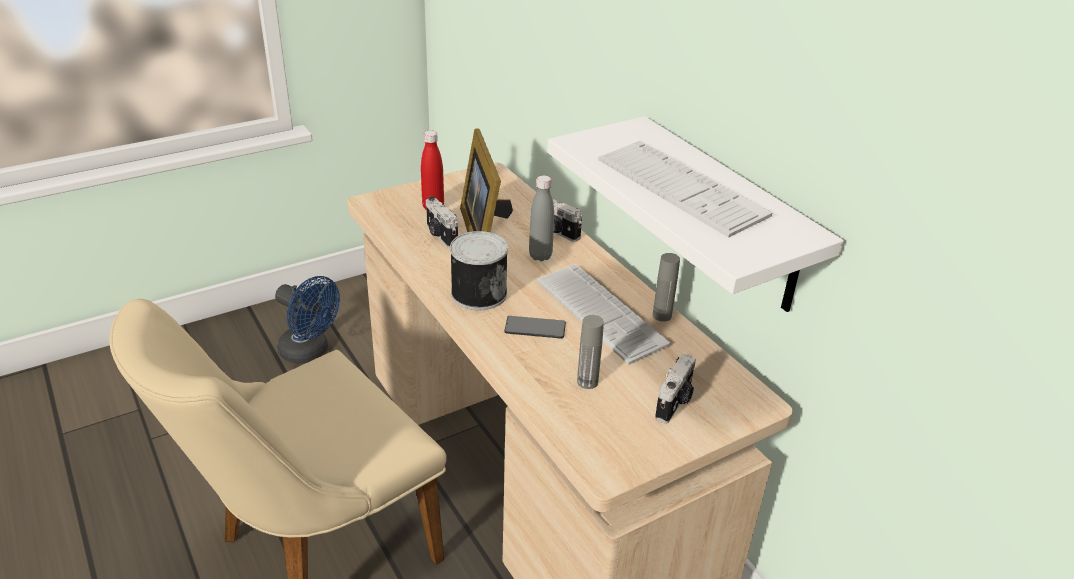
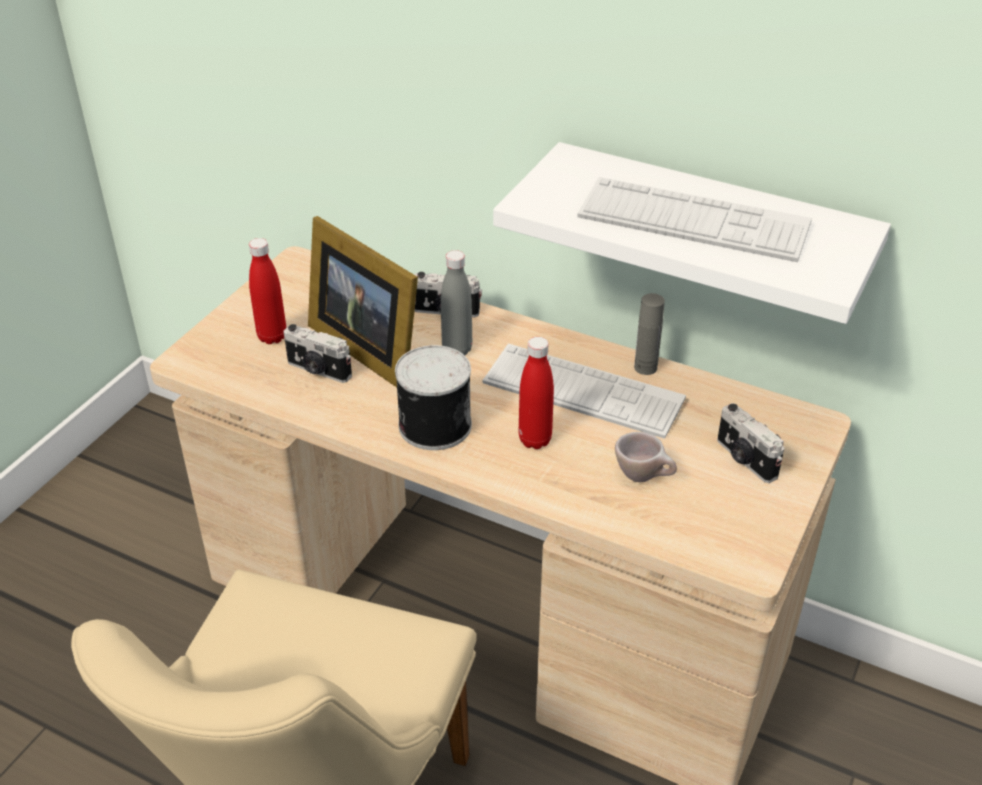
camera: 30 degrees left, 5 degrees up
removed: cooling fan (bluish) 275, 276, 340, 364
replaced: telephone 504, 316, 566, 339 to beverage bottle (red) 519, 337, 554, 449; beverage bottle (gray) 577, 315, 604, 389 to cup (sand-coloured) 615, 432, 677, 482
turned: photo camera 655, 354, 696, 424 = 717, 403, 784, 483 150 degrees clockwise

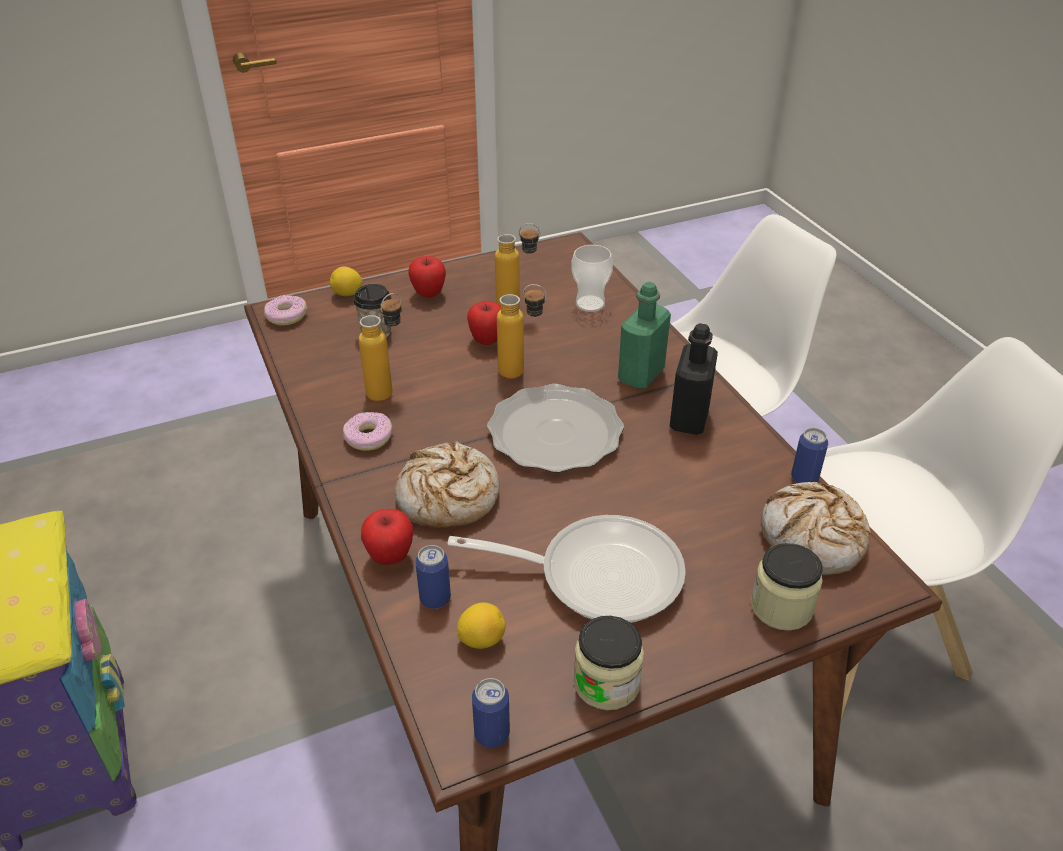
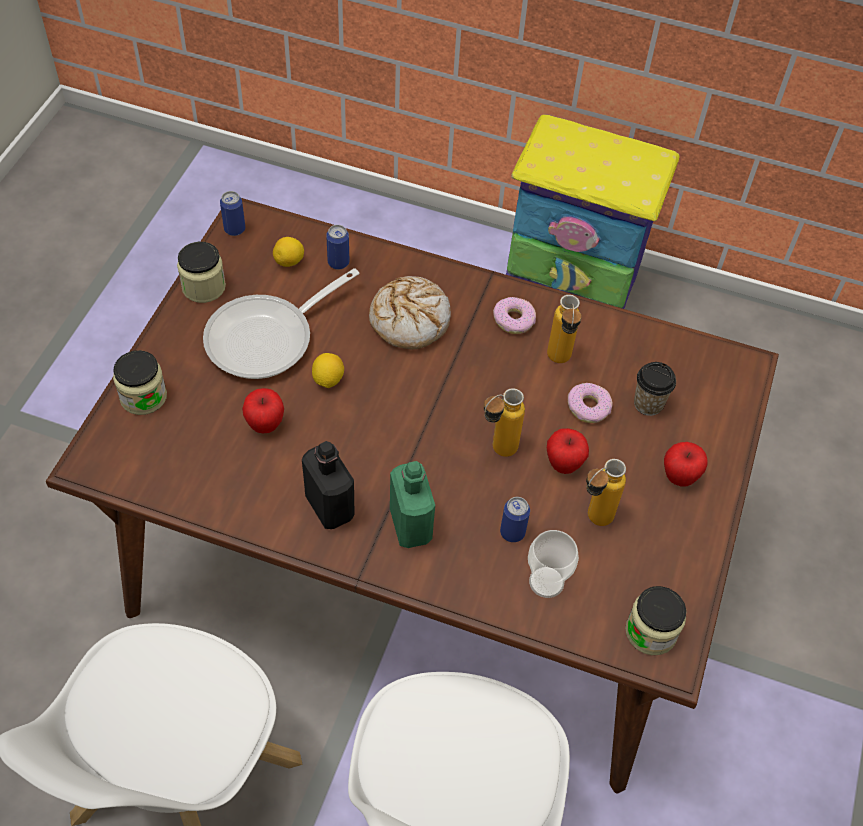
camera: 130 degrees right, 15 degrees up
removed: flat dish 487, 384, 624, 472; baked bread 761, 482, 871, 575
added: jar 625, 586, 686, 655
moved: doughnut 264, 295, 307, 326 to 568, 383, 613, 423; citrus fruit 330, 266, 363, 296 to 312, 353, 344, 388; apple fruit 361, 509, 413, 565 to 242, 388, 284, 433; sealed can 791, 428, 828, 483 to 500, 497, 530, 542

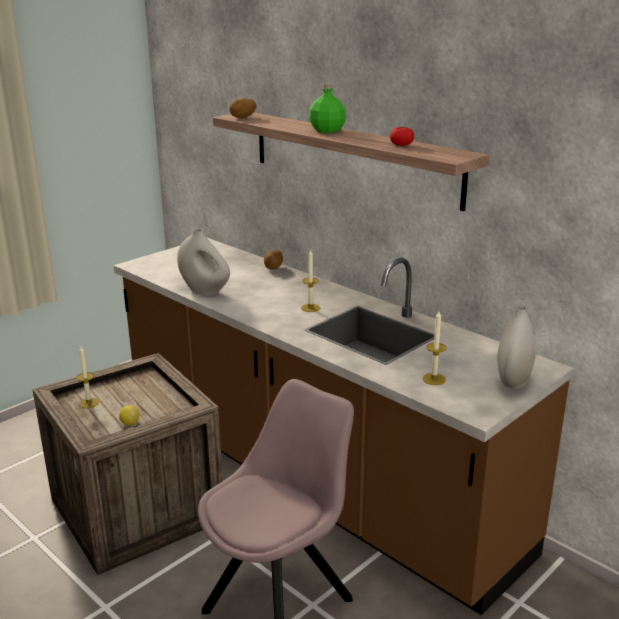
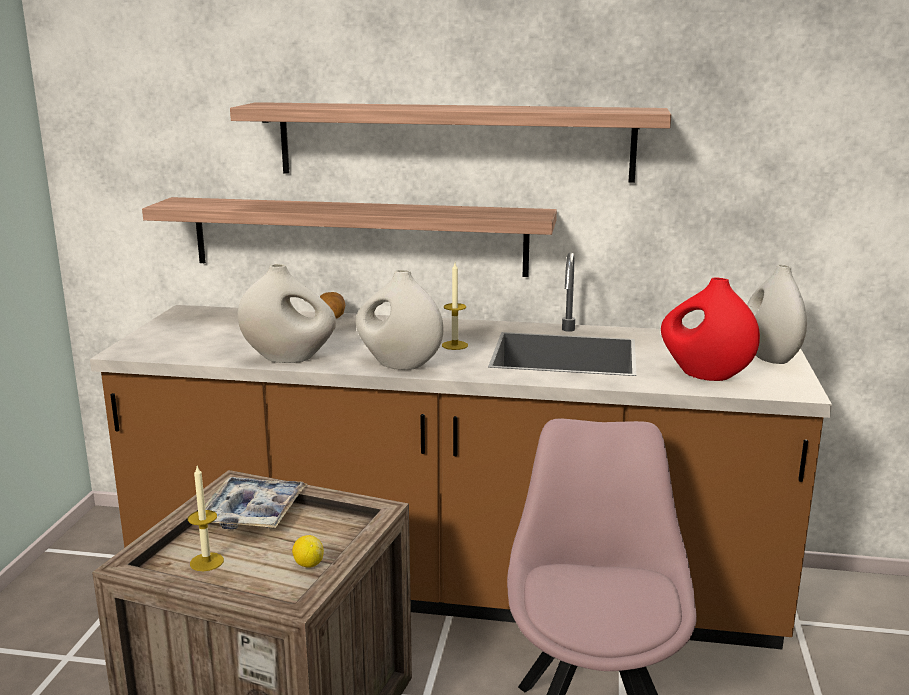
camera: 35 degrees left, 5 degrees down
removed: spud 229, 98, 256, 118; beverage bottle (greenish) 309, 83, 346, 133; whole tomato 390, 126, 414, 146
added: shelf 142, 197, 557, 277; serving tray 205, 477, 307, 529; flower vase (white) 356, 270, 443, 370
replaced: wax light 422, 311, 447, 385 to flower vase (red) 661, 277, 760, 381

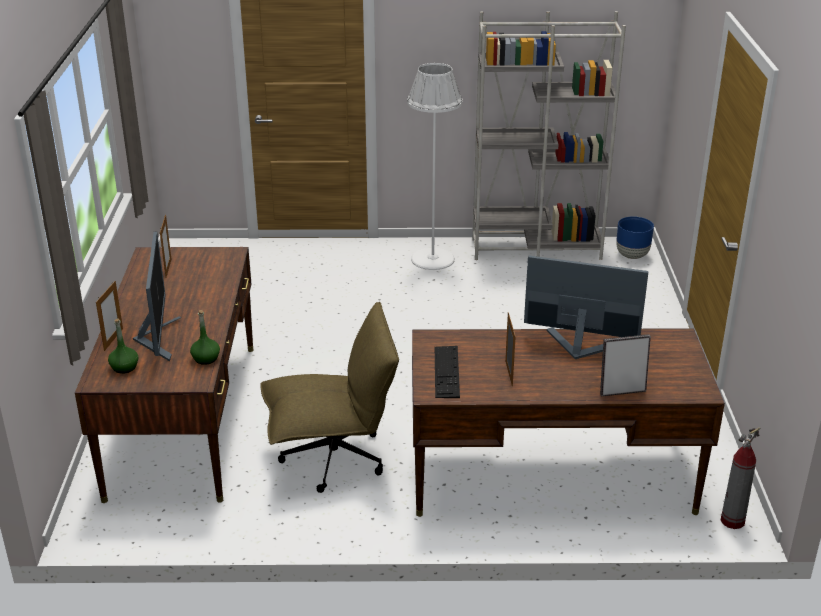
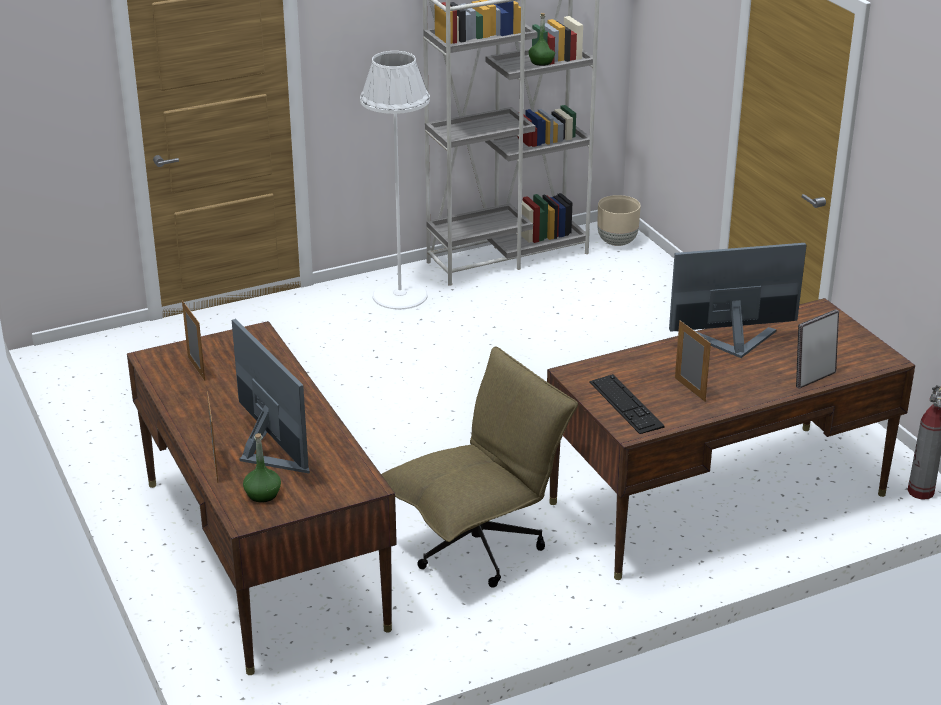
camera: 25 degrees left, 0 degrees up
moved: beverage bottle (greenish) 190, 310, 220, 365 to 529, 13, 555, 66
recoloured: flower pot (bluish) 616, 216, 654, 259 to flower pot (sand-coloured) 597, 195, 641, 246

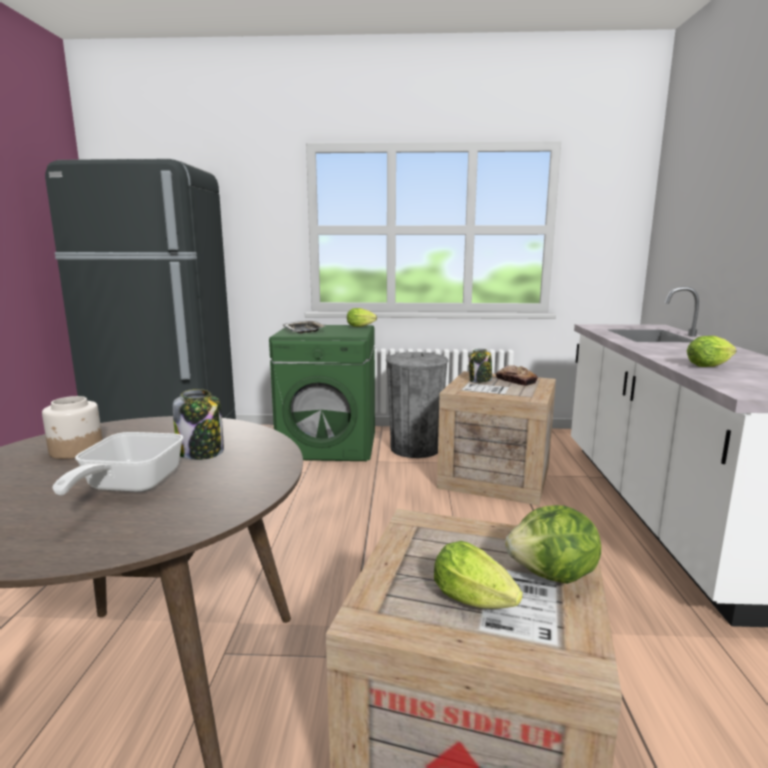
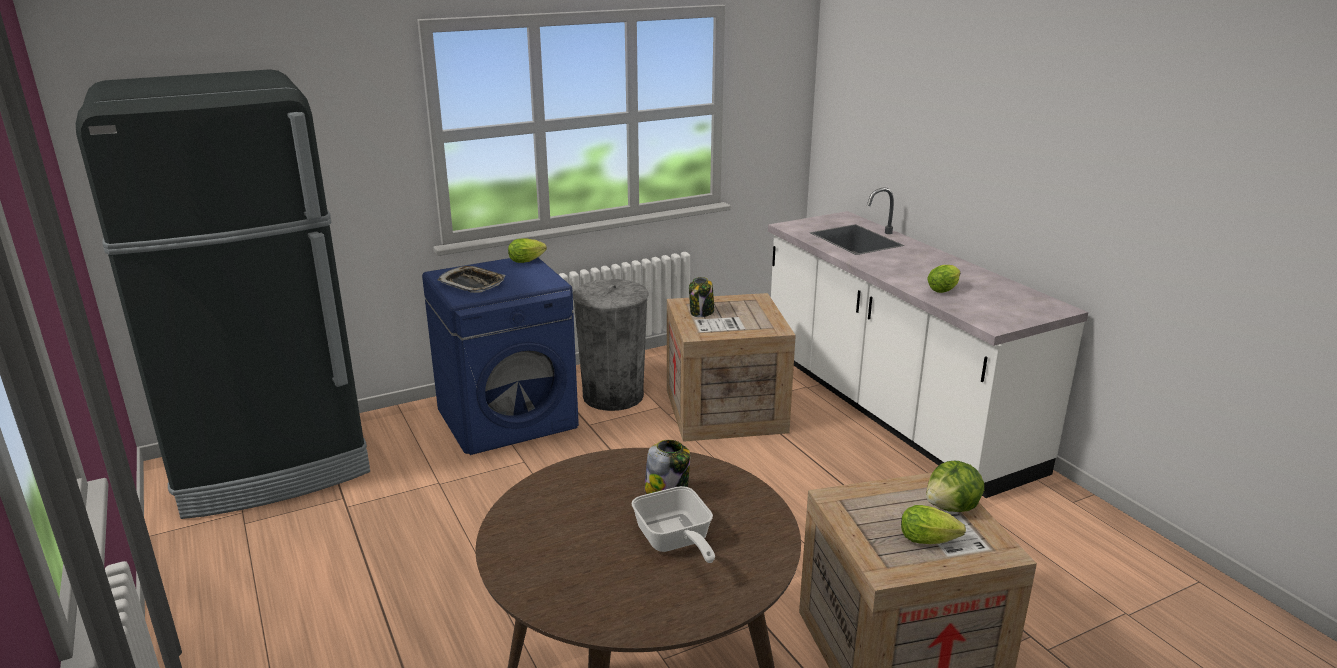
camera: 30 degrees left, 10 degrees up
removed: jar 42, 396, 103, 459; baked bread 496, 365, 538, 386
recoloured: washing machine (greenish) 269, 325, 375, 461 to washing machine (bluish) 422, 258, 579, 455

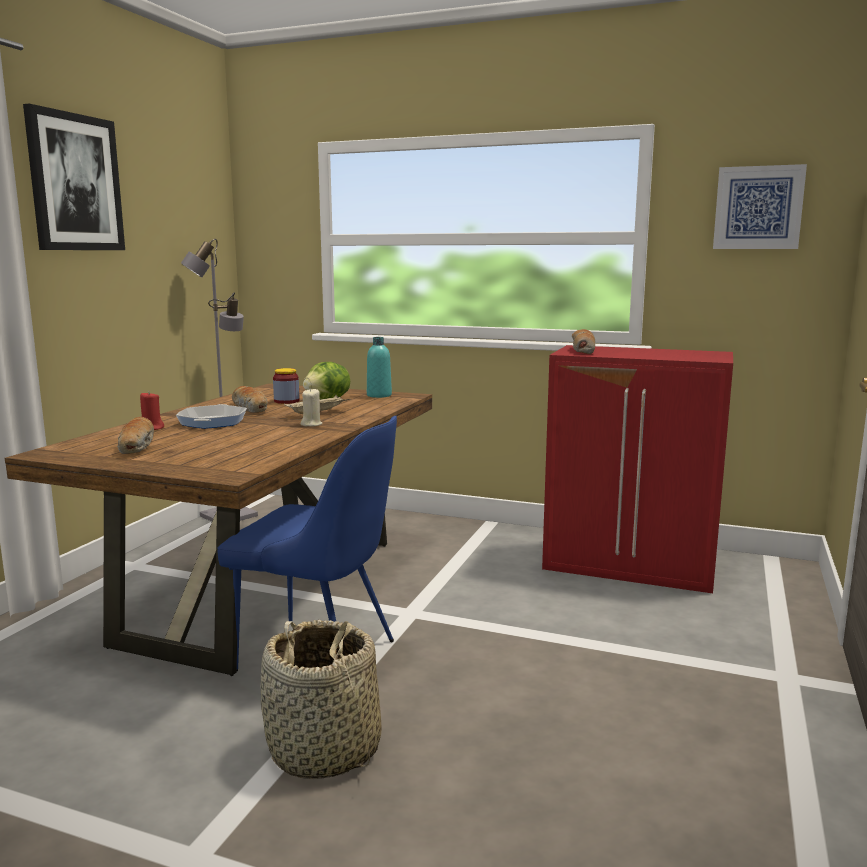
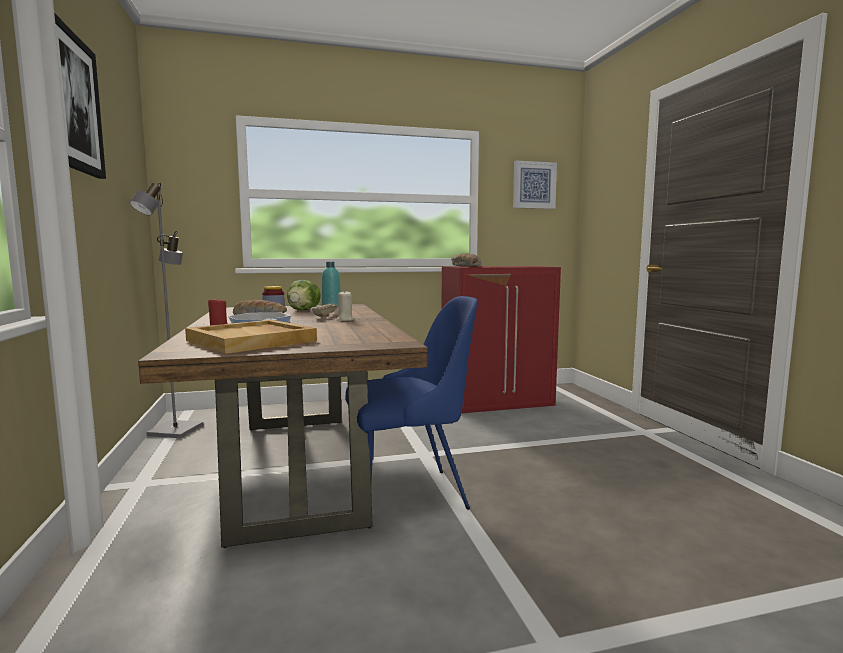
camera: 35 degrees left, 5 degrees down
removed: storage basket 260, 620, 382, 779
replaced: baked bread 117, 417, 154, 454 to serving tray (sand-coloured) 185, 320, 317, 354

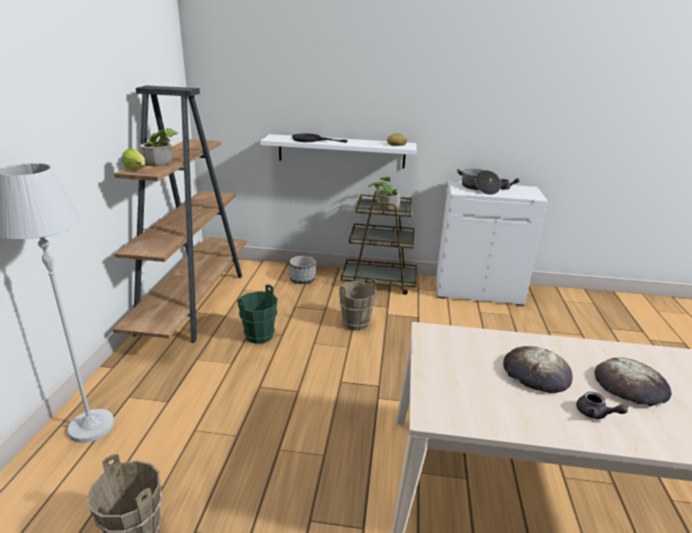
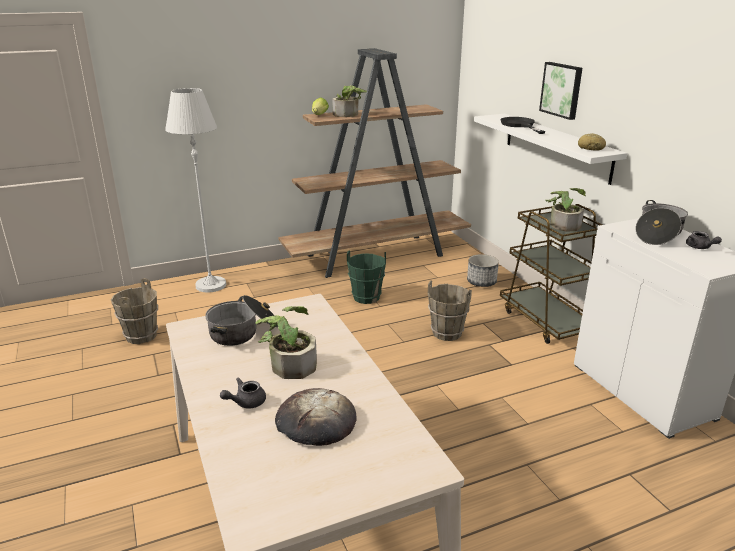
camera: 60 degrees right, 0 degrees up
added: saucepot 205, 295, 278, 346; picture 539, 62, 582, 120
replaced: baked bread 503, 346, 573, 393 to potted plant 255, 306, 317, 379
turned: teapot (gray) 576, 392, 628, 419 = 220, 378, 266, 408 45 degrees clockwise

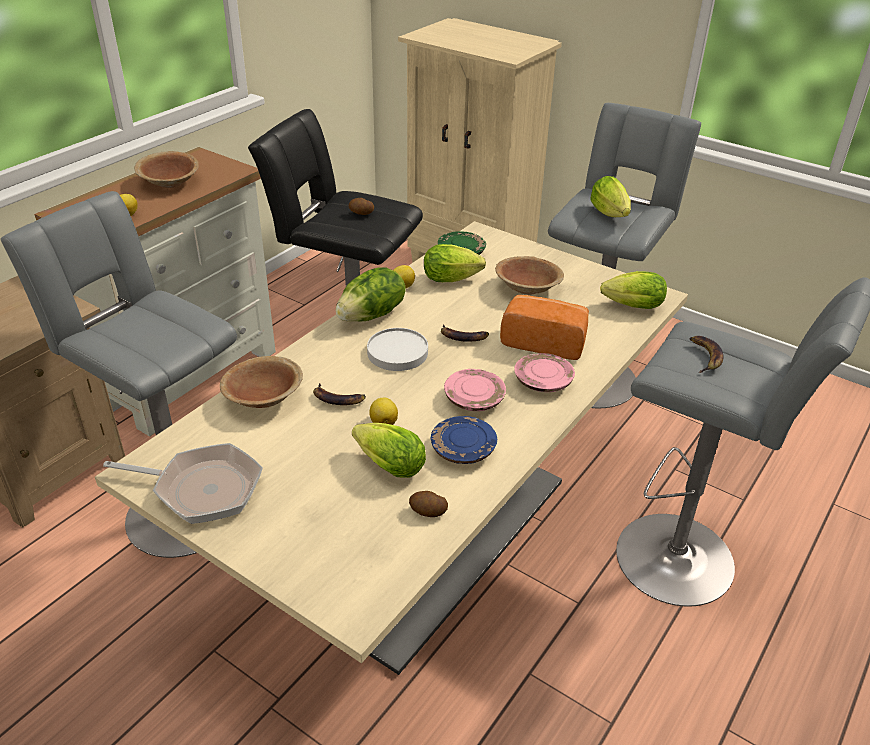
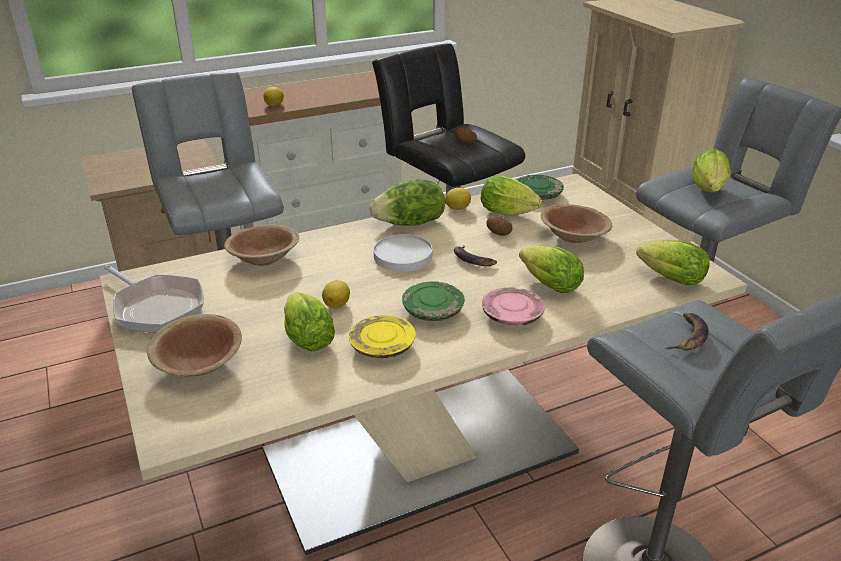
camera: 30 degrees right, 5 degrees down
removed: whole banana 313, 383, 366, 405
moved: bowl (brown) 134, 151, 199, 188 to 147, 314, 242, 377; spud 409, 491, 448, 517 to 486, 215, 513, 236
replaced: baked bread 500, 295, 589, 360 to lettuce head 519, 245, 584, 293
recoloured: flat dish (bluish) 431, 416, 497, 464 to flat dish (yellow-coloured) 349, 315, 416, 359; flat dish (pinkish) 444, 369, 506, 411 to flat dish (greenish) 402, 281, 465, 321

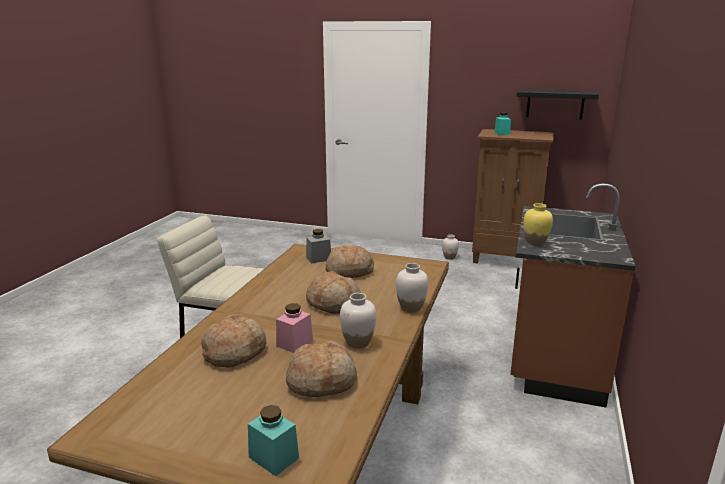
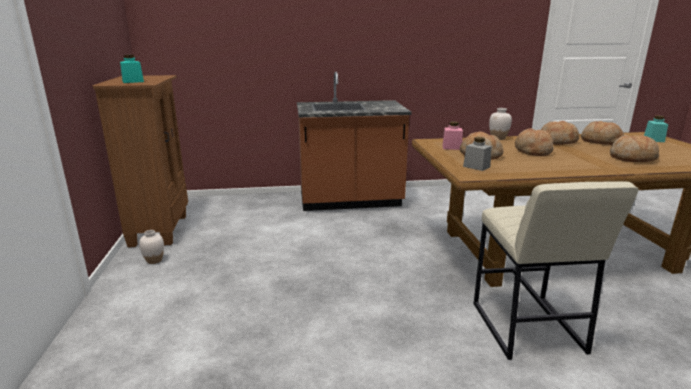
camera: 115 degrees left, 0 degrees up
removed: shelf (black) 517, 89, 599, 120; flower vase (yellow-coloured) 524, 203, 553, 246
moved: jar (pinkish) 276, 303, 313, 353 to 442, 121, 463, 150
replaced: flower vase (white) 340, 293, 376, 349 to baked bread 541, 121, 579, 145

